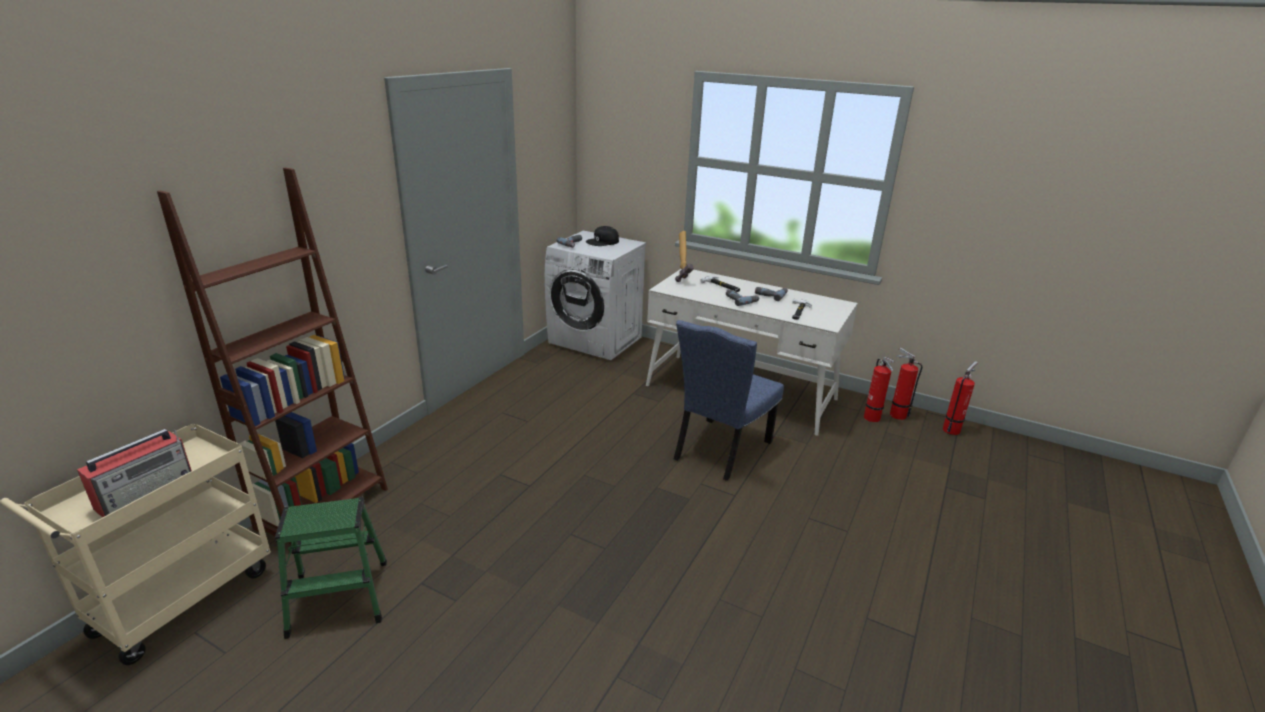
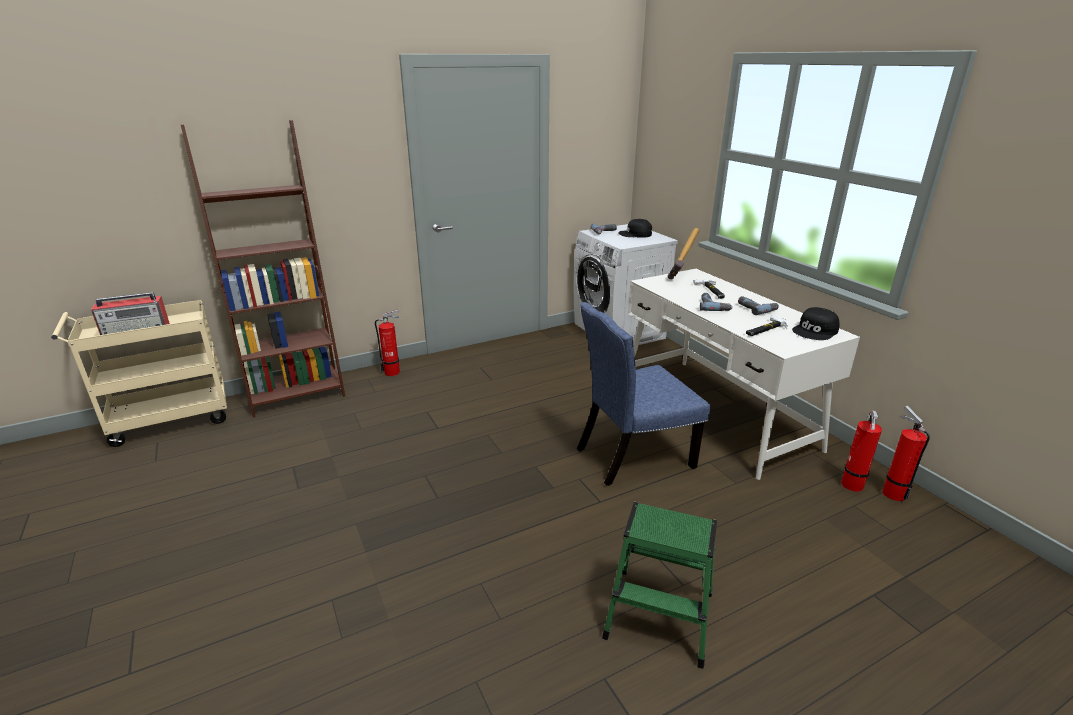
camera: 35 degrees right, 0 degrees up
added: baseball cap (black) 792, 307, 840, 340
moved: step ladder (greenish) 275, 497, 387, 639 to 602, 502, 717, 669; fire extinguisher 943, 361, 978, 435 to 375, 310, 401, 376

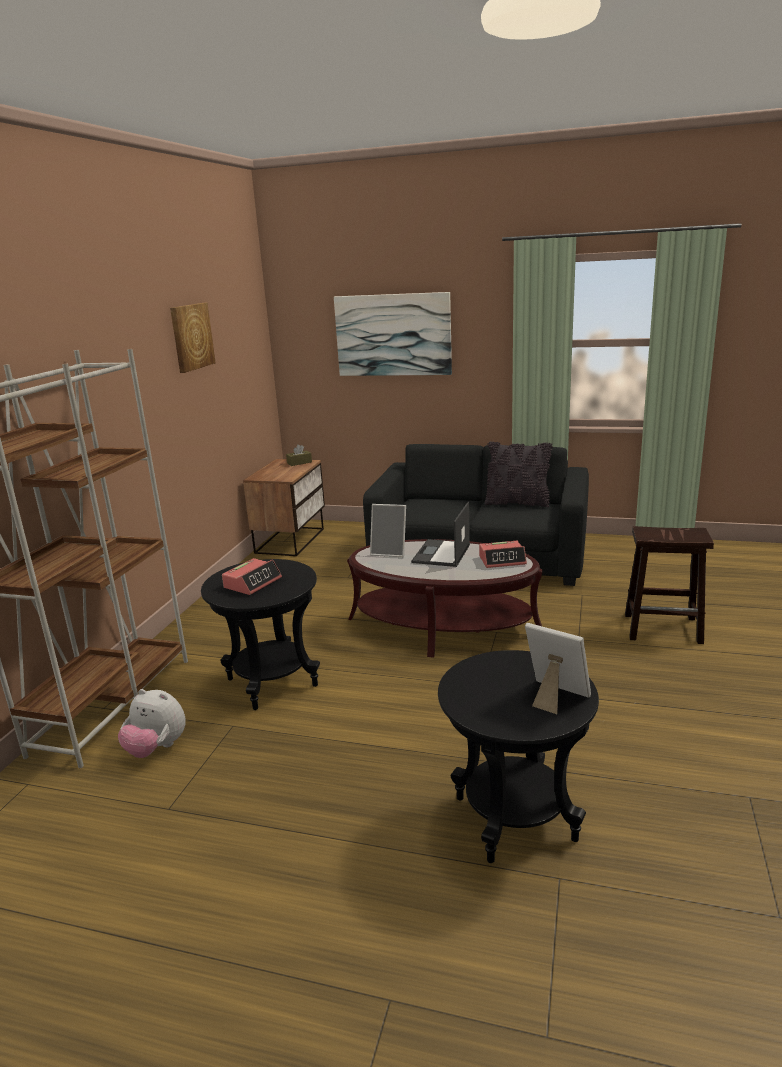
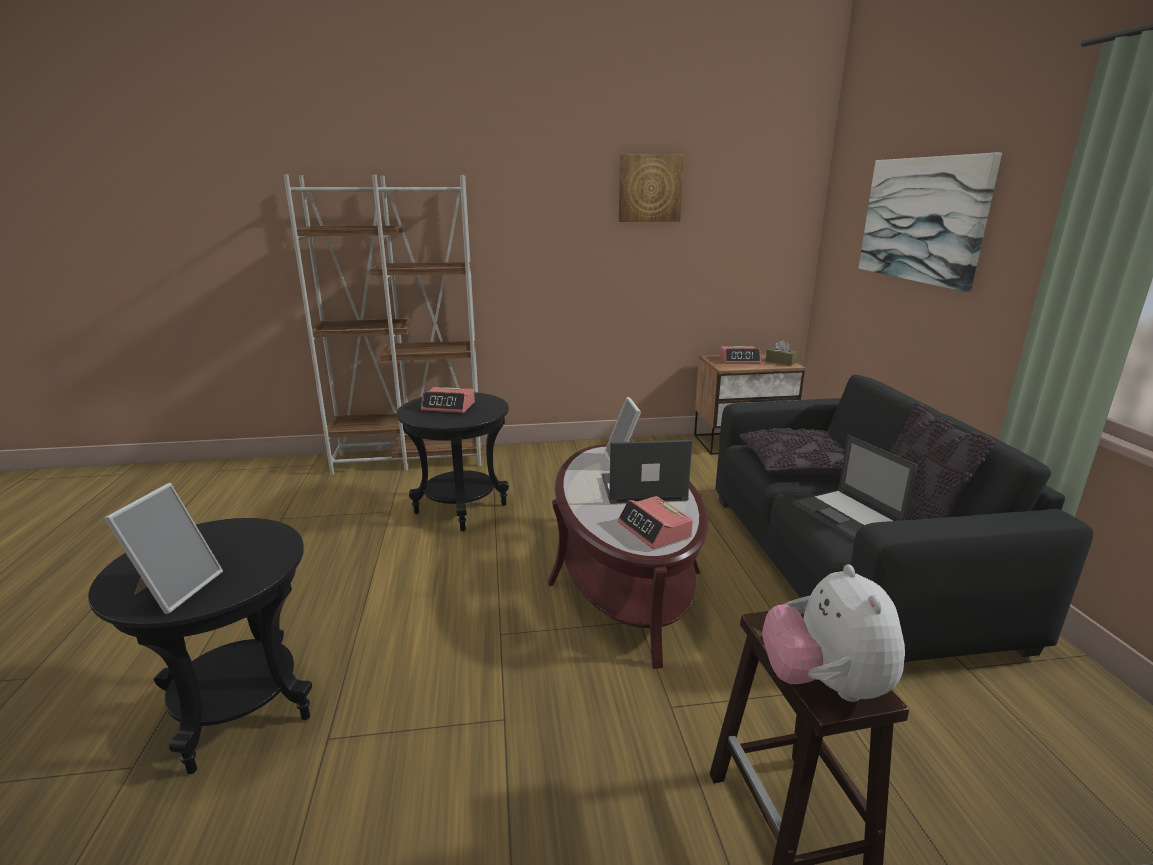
camera: 65 degrees right, 0 degrees up
added: bedside clock 720, 346, 761, 364; pillow (black) 739, 428, 845, 475; notebook computer 793, 435, 917, 541
moved: plush toy 118, 689, 186, 758 to 762, 565, 905, 702

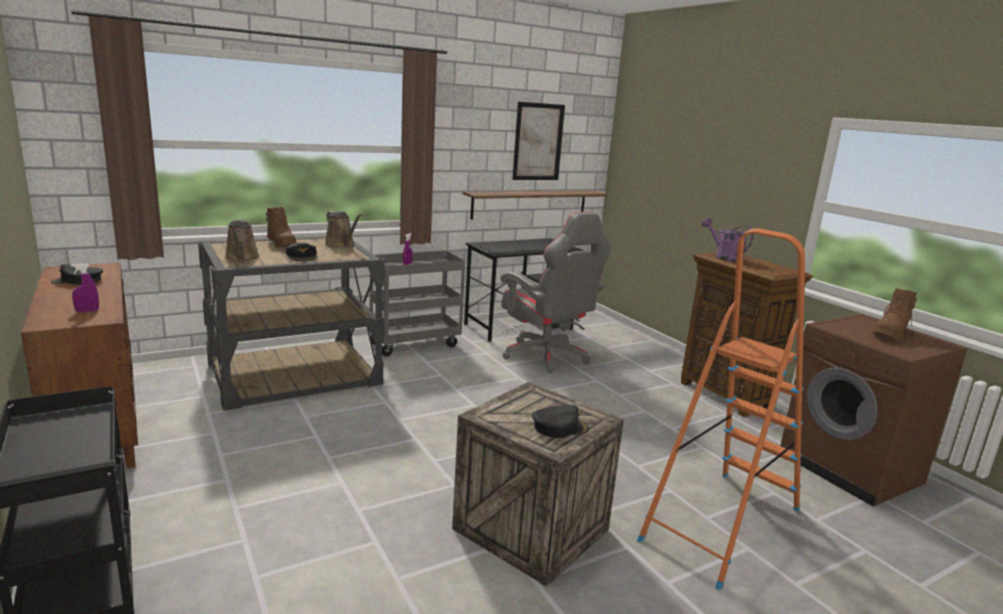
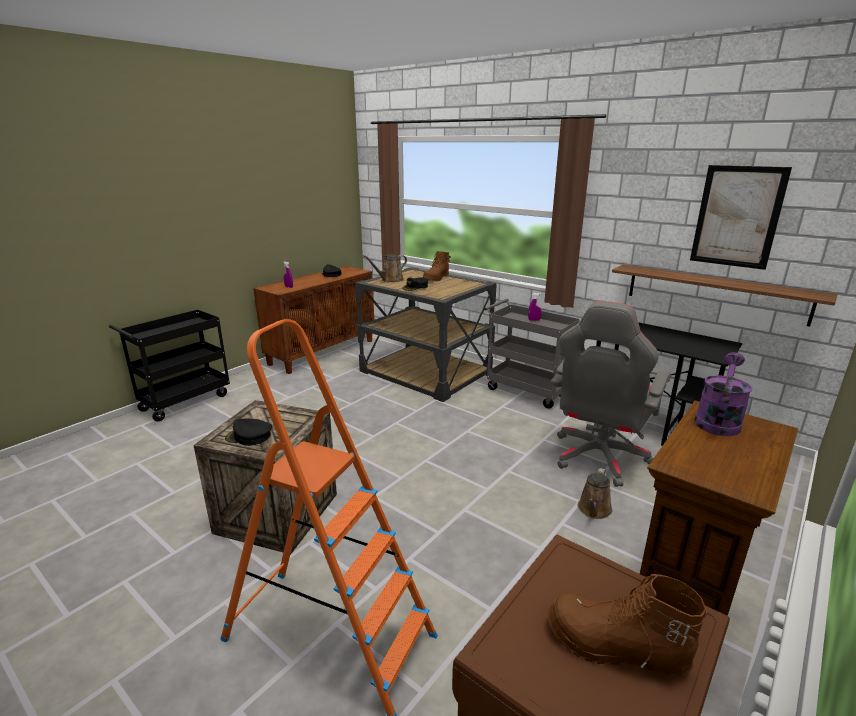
camera: 70 degrees right, 5 degrees up
moved: watering can (brown) 325, 211, 361, 248 to 578, 468, 612, 519
turned: baseball cap (black) 532, 405, 589, 438 = 225, 419, 272, 446 135 degrees clockwise

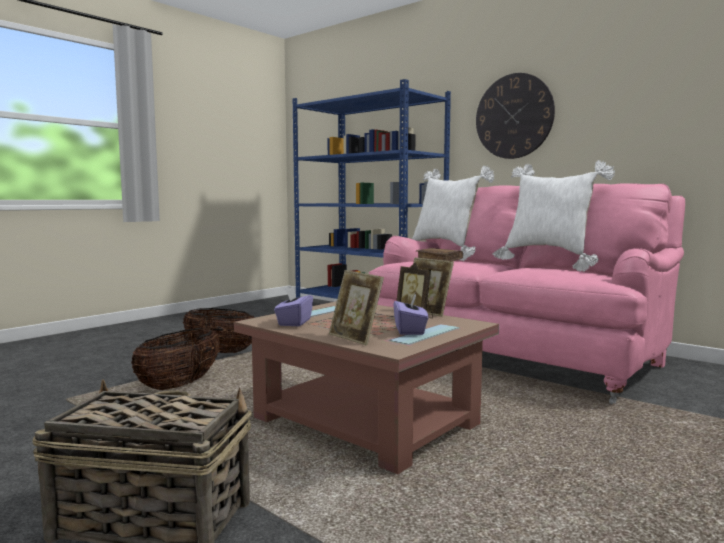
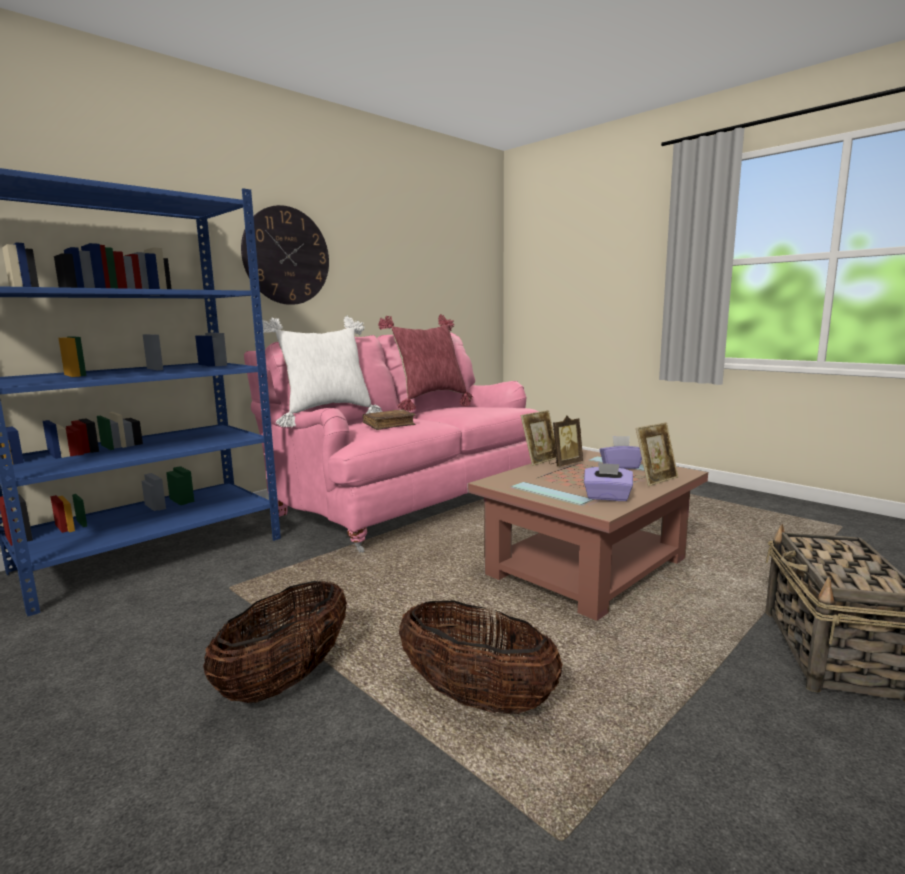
camera: 85 degrees left, 5 degrees up
recoloured: pillow (white) 493, 160, 615, 272 to pillow (red) 378, 314, 474, 411

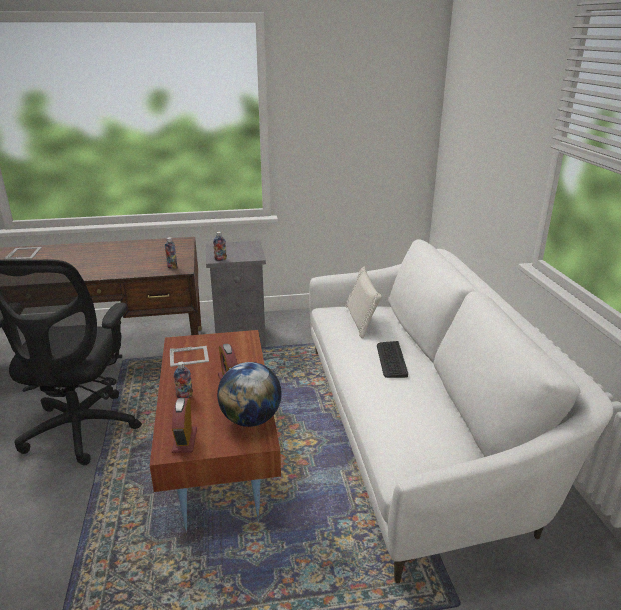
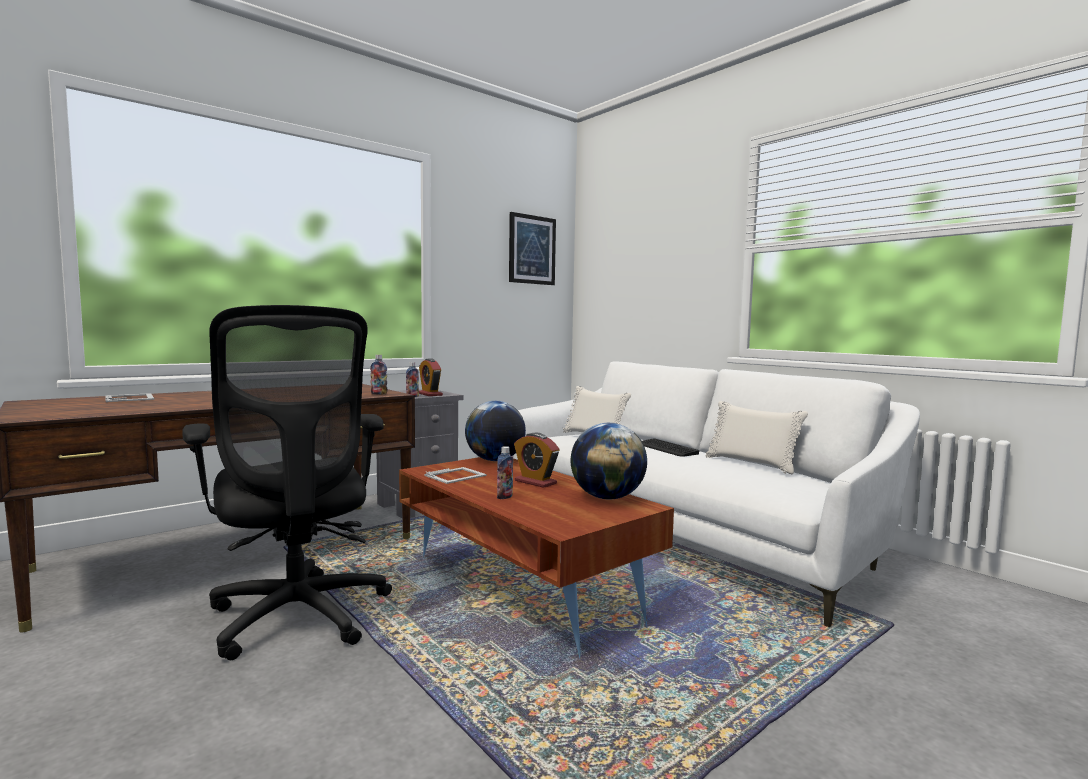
camera: 30 degrees left, 20 degrees down
added: world globe 465, 401, 526, 461; picture 509, 212, 556, 285; pillow (white) 705, 401, 808, 474
moved: bedside clock 172, 398, 197, 453 to 419, 359, 443, 396

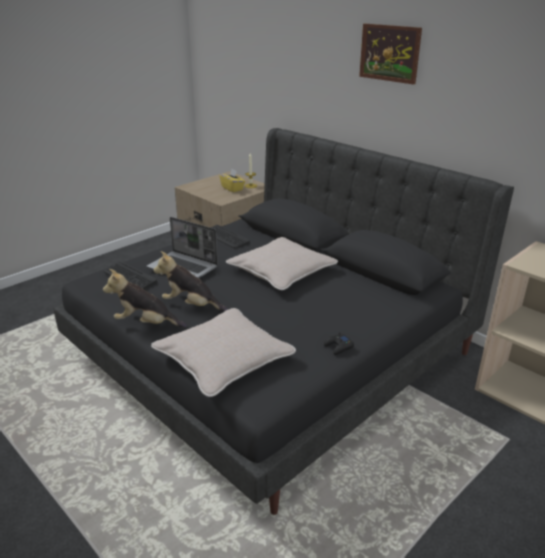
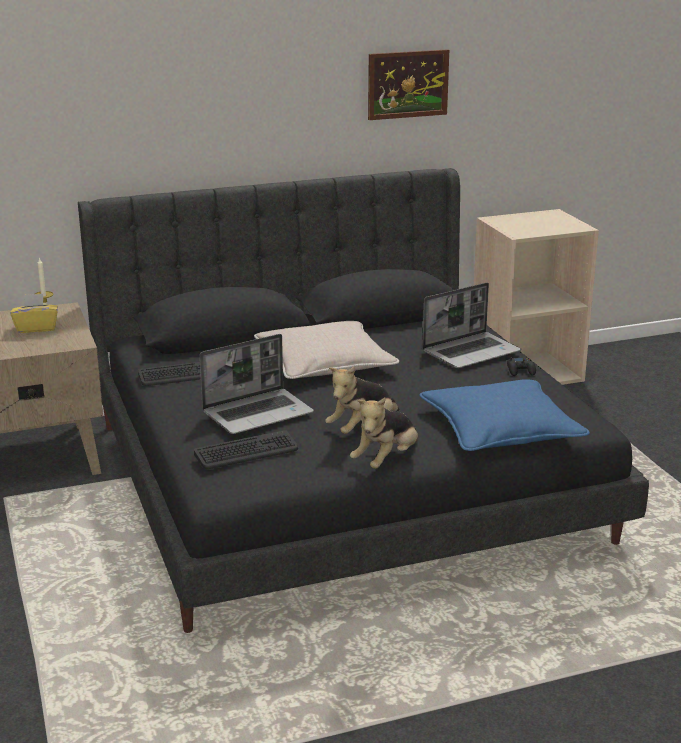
camera: 65 degrees left, 5 degrees down
added: notebook computer 422, 282, 521, 368
moved: picture 359, 24, 422, 85 to 368, 49, 449, 120
recoloured: pillow (sand-coloured) 151, 308, 296, 397 to pillow (bluish) 419, 379, 590, 451

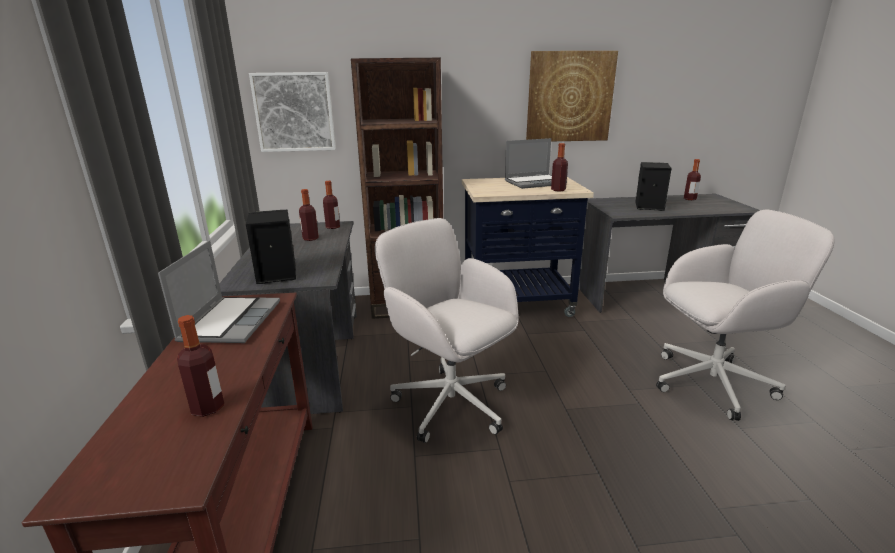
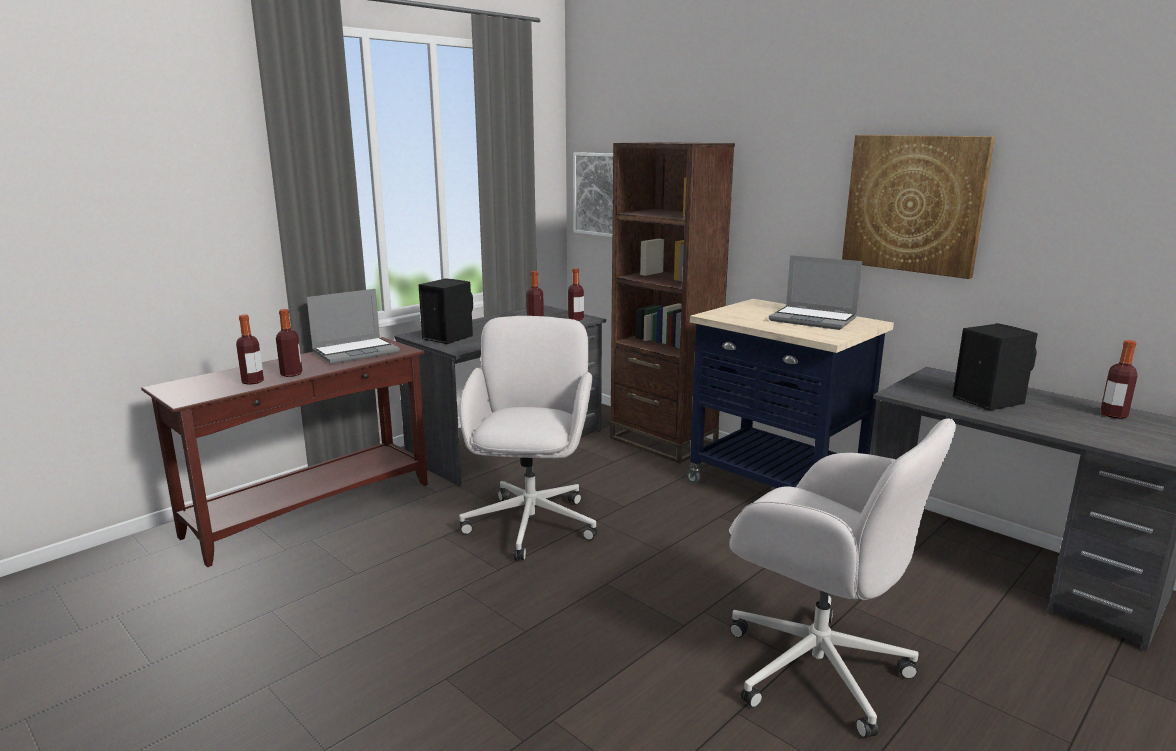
camera: 50 degrees right, 5 degrees down
moved: beverage bottle 551, 143, 568, 191 to 276, 309, 302, 377

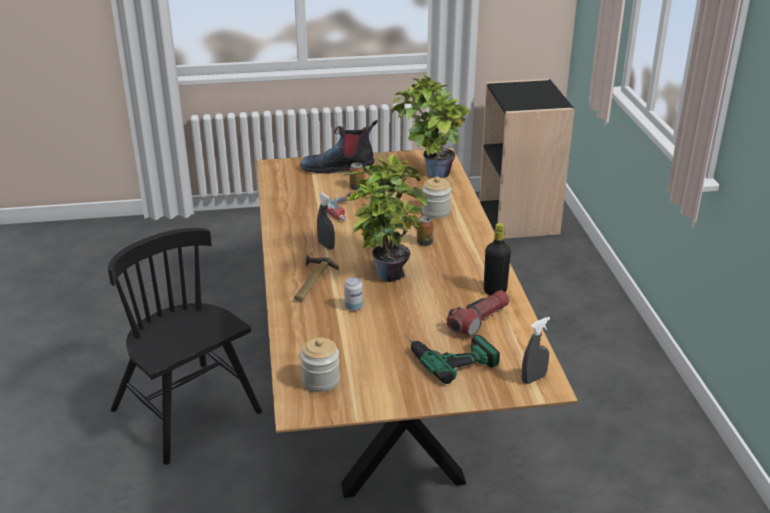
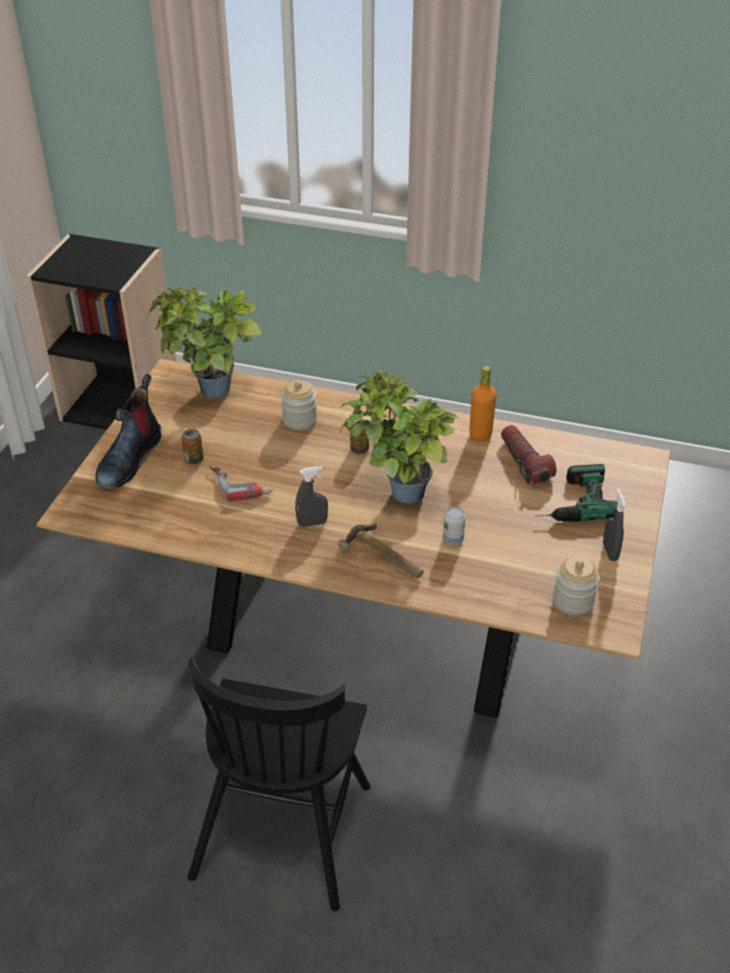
camera: 65 degrees left, 10 degrees up
moved: hand sprayer (gray) 522, 317, 550, 384 to 603, 488, 626, 561
recoloured: beverage bottle (black) 484, 223, 511, 295 to beverage bottle (orange) 469, 366, 496, 442
turned: upright chair (black) 108, 228, 262, 465 = 188, 657, 371, 911 60 degrees counterclockwise

